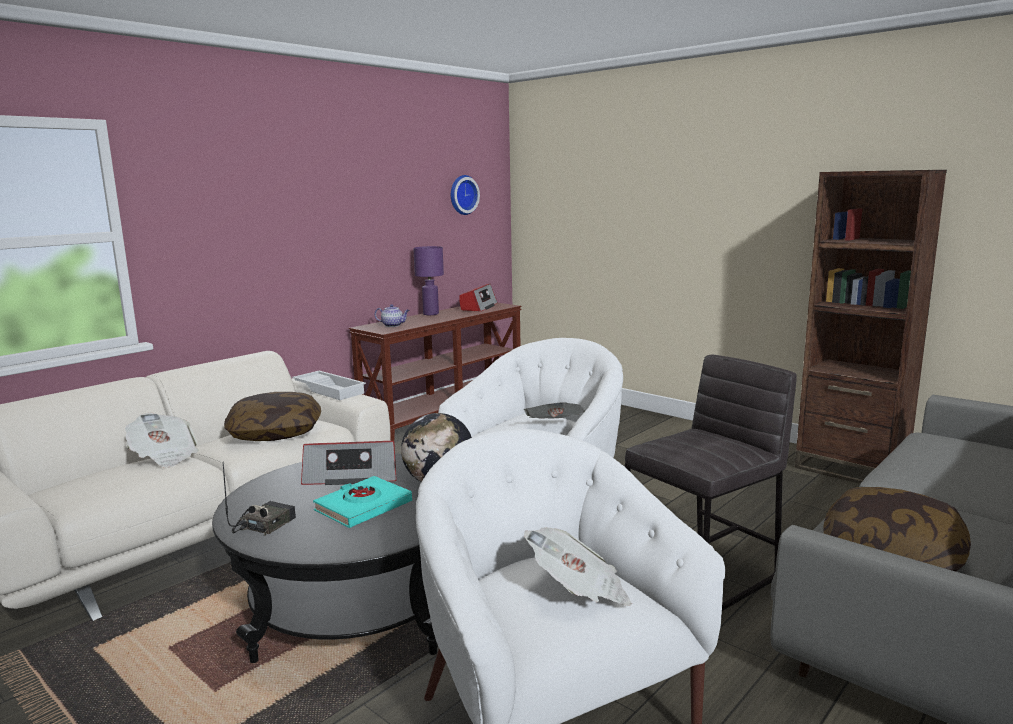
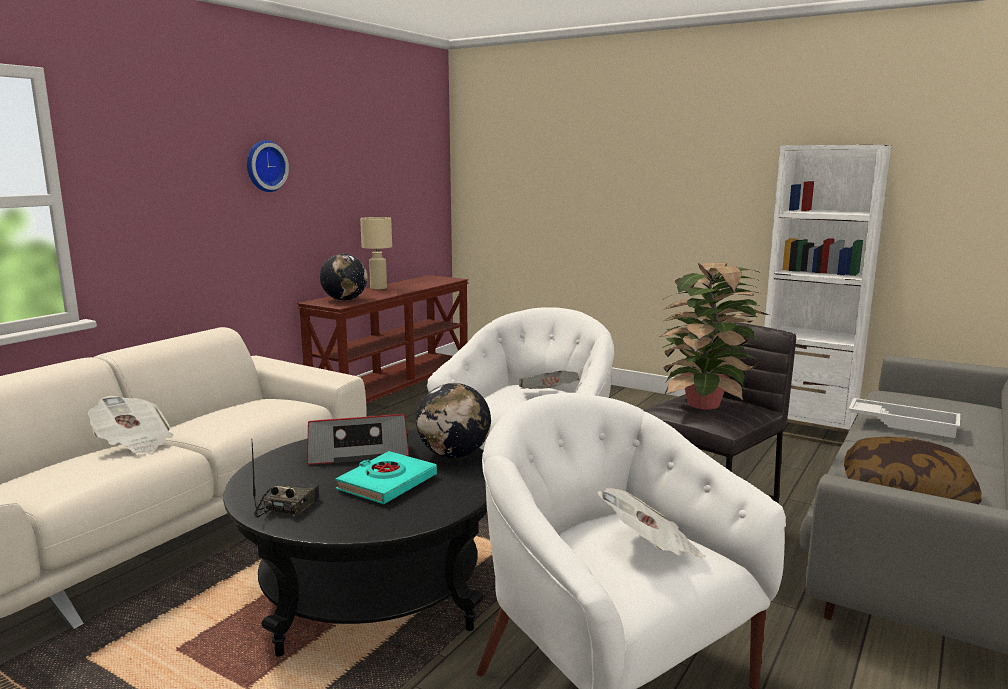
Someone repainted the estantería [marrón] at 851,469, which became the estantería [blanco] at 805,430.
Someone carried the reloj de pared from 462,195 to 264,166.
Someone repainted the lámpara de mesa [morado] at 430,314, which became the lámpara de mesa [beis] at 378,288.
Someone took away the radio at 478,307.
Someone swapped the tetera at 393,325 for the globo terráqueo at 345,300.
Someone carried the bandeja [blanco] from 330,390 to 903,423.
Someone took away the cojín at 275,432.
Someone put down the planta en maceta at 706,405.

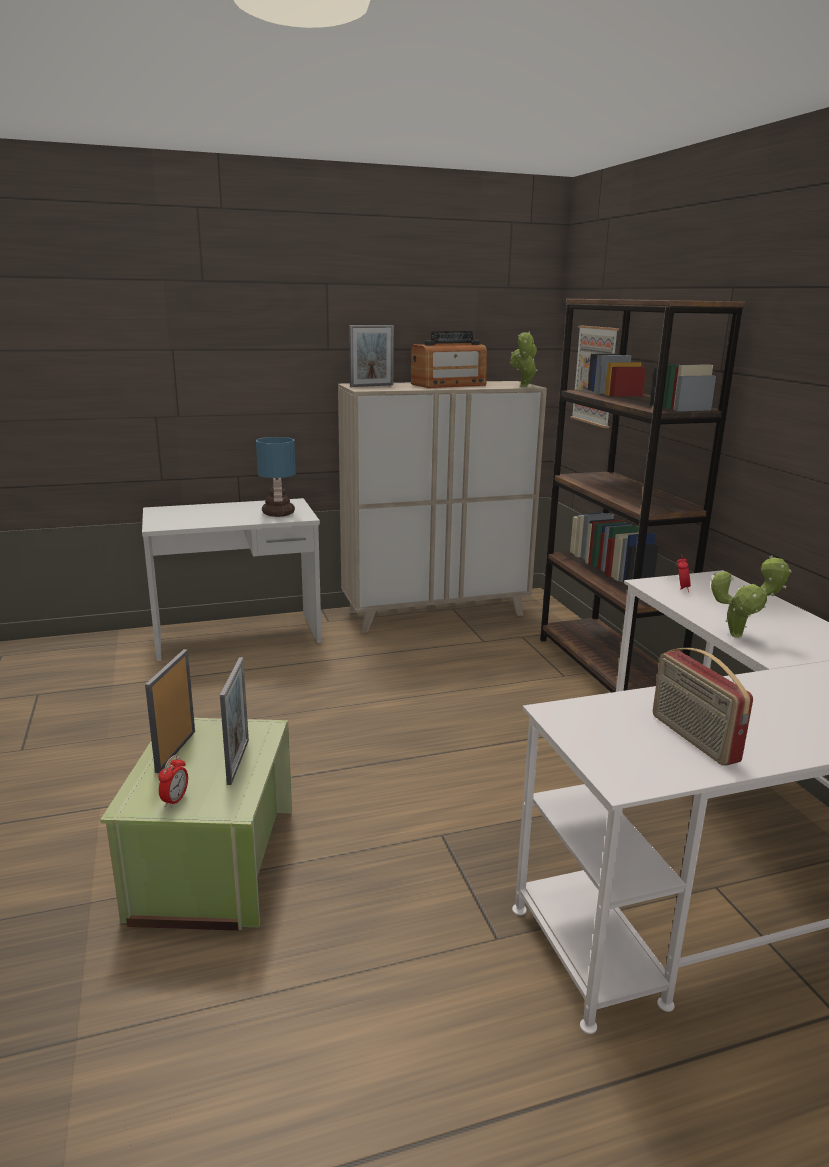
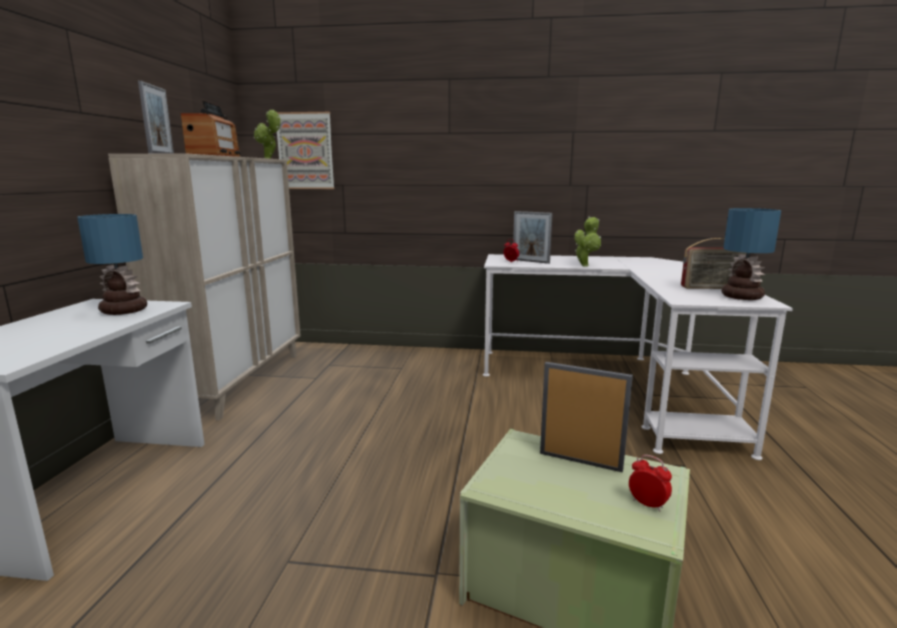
Someone took away the estantería [marrón] at 606,668.
Someone carried the portarretratos from 176,751 to 530,261.
Someone put down the lámpara de mesa at 740,296.

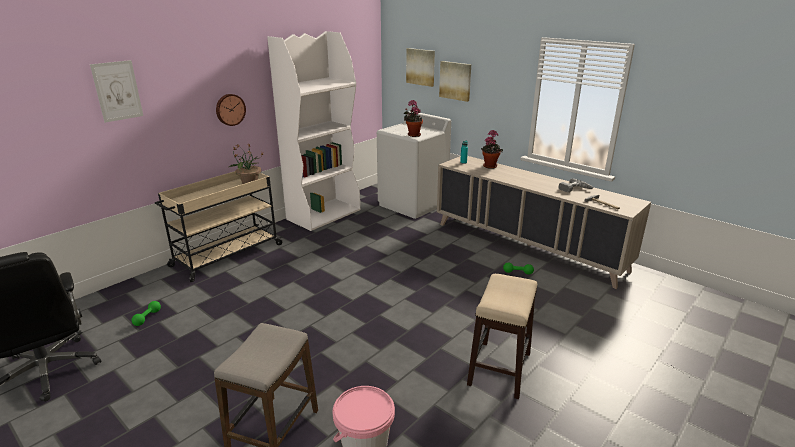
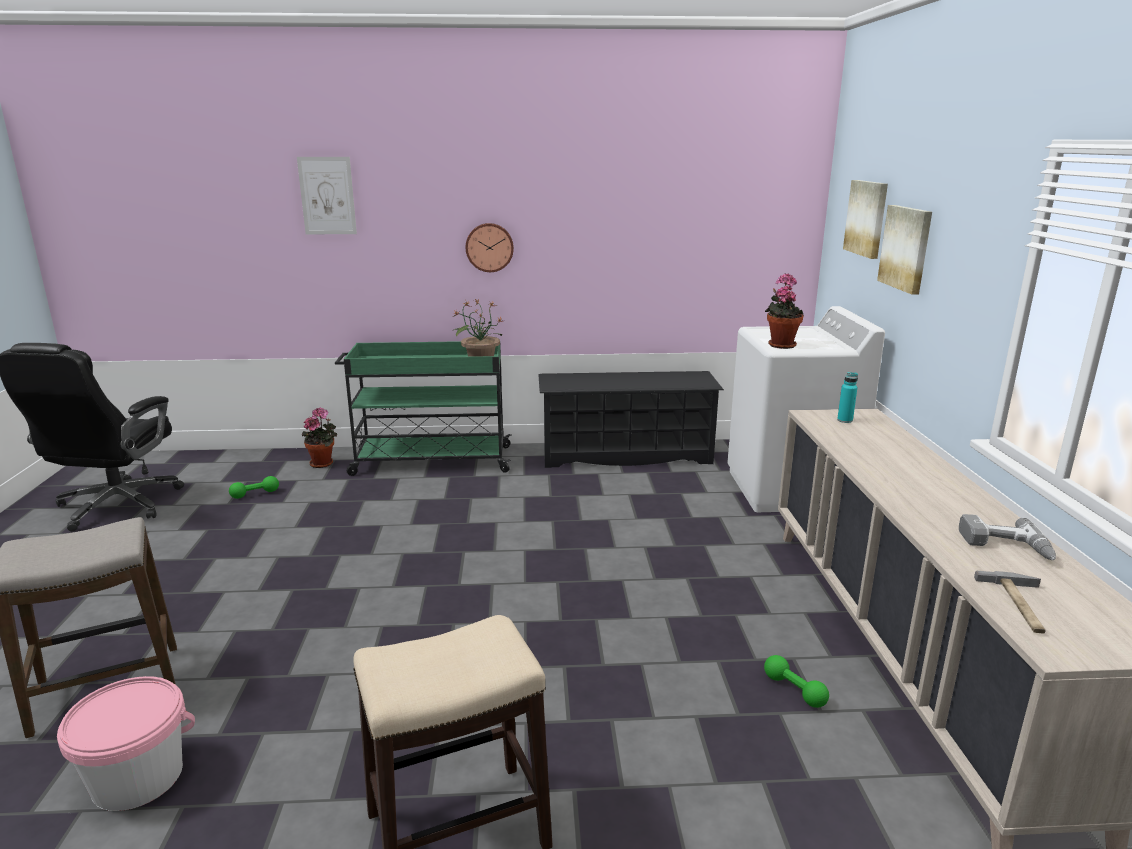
Someone swapped the estantería [blanco] at 324,214 for the zapatero [negro] at 626,455.
Someone carried the planta en maceta from 490,166 to 323,463.
Someone repainted the carrito [beis] at 226,255, which became the carrito [verde] at 430,461.

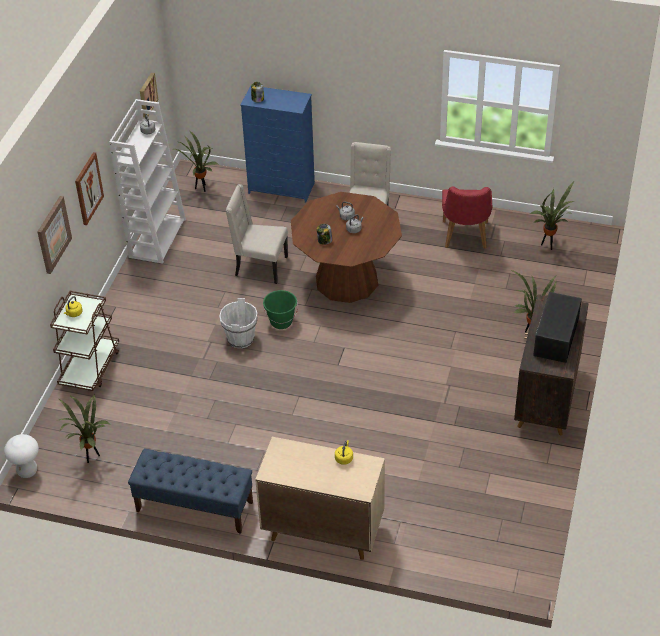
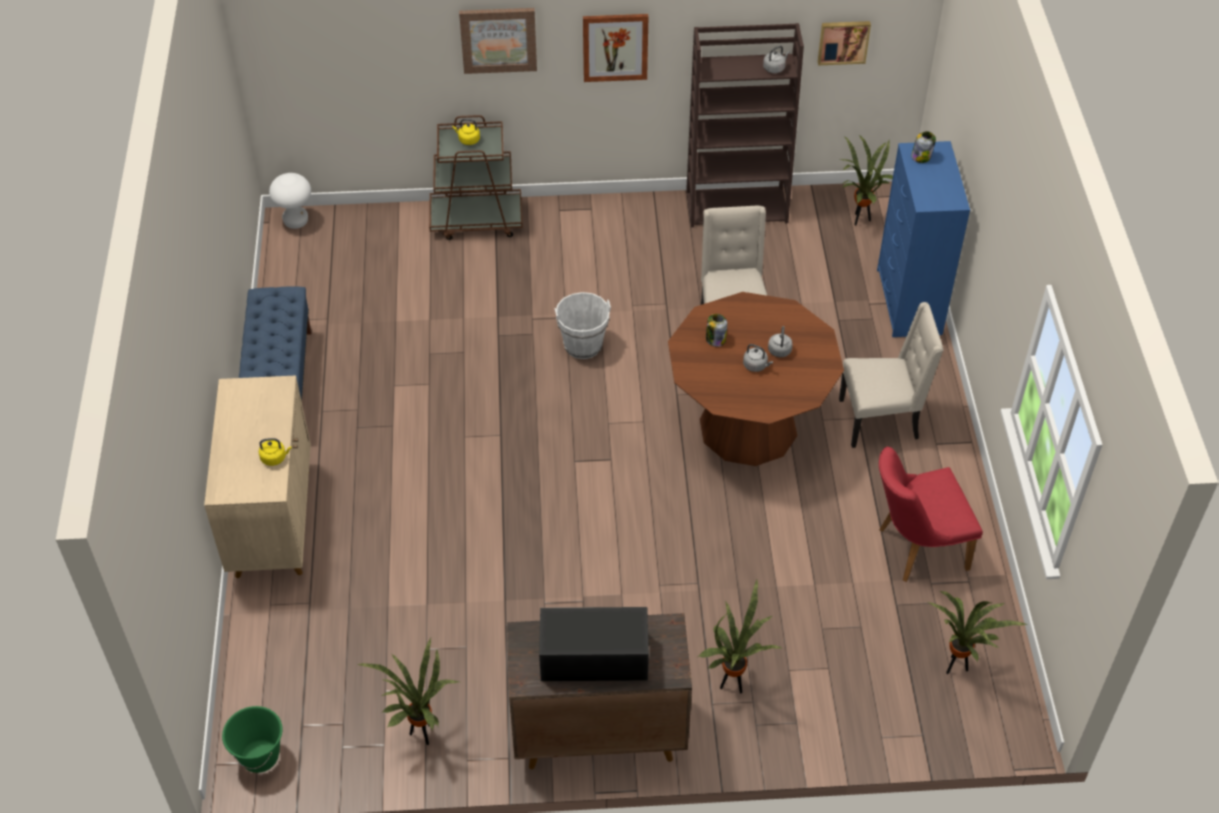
Someone repainted the estantería [blanco] at 157,237, which became the estantería [marrón] at 737,206.
Someone carried the cubo [verde] from 281,322 to 260,756.
Someone carried the planta en maceta from 90,457 to 421,733.

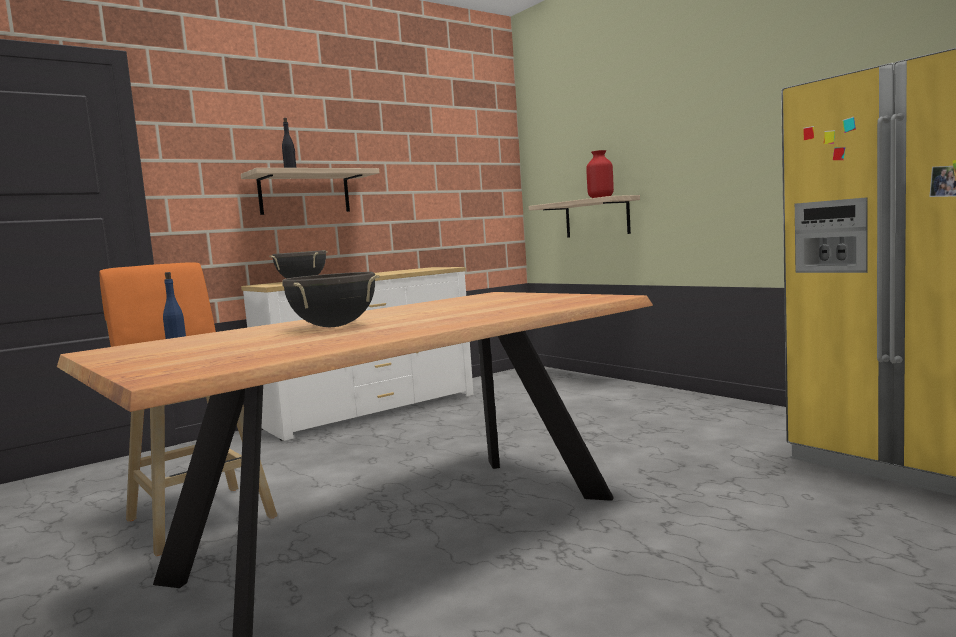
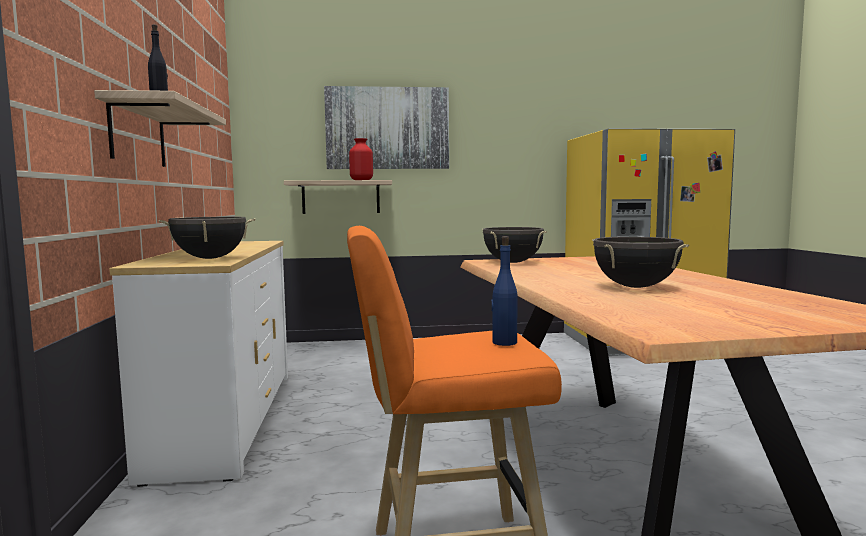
Someone put up the cuadro at 387,128.
Someone put down the olla [negro] at 513,262.

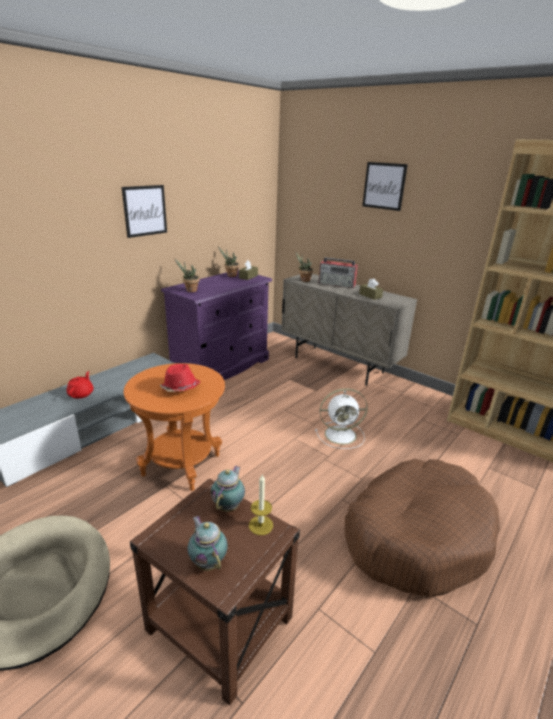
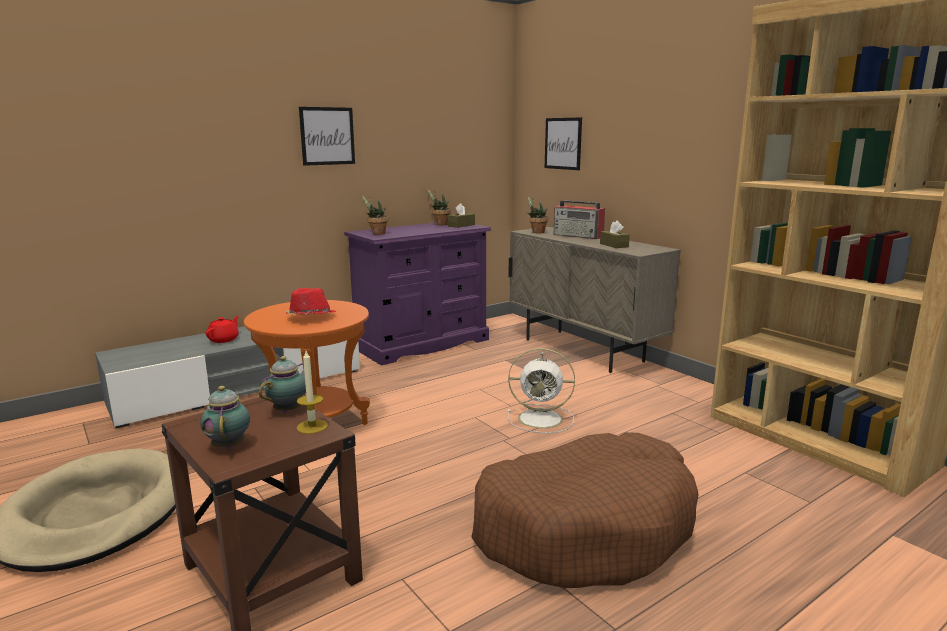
Someone carried the cuadro from 384,186 to 563,143.

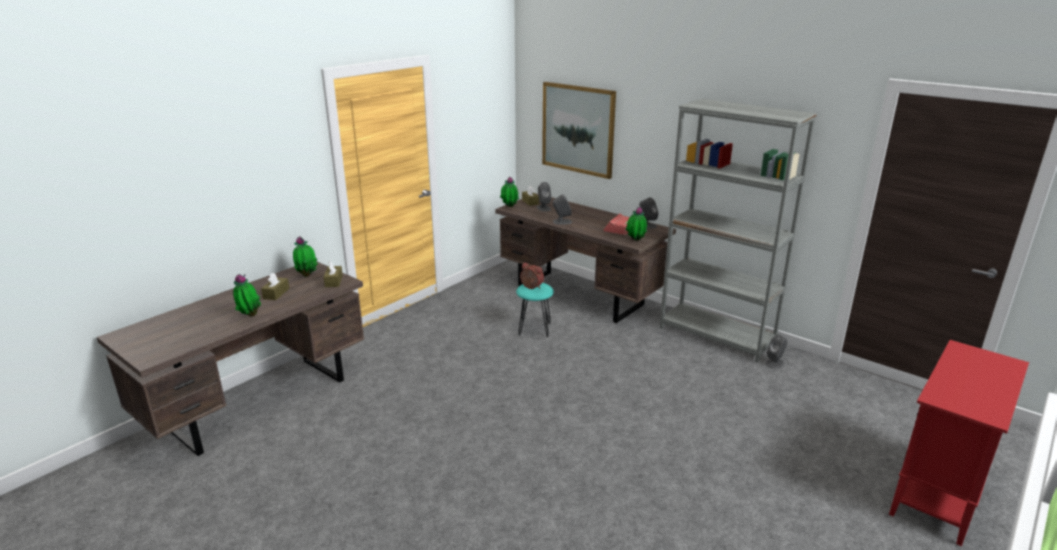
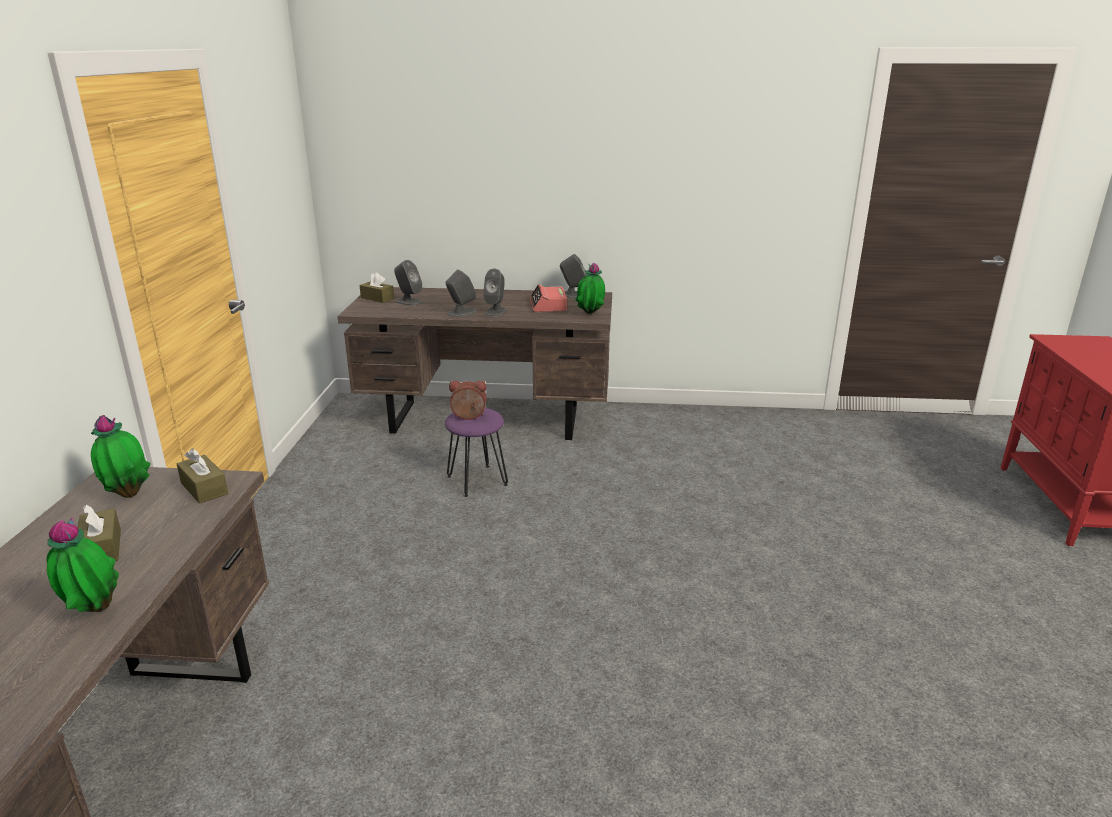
Someone took away the cuadro at 578,129.
Someone took away the estantería [gris] at 716,336.
Someone took away the planta en maceta at 509,207.
Someone repainted the taburete [turquesa] at 534,328, which became the taburete [morado] at 476,481.
Someone carried the altavoz [gris] from 775,363 to 495,312.

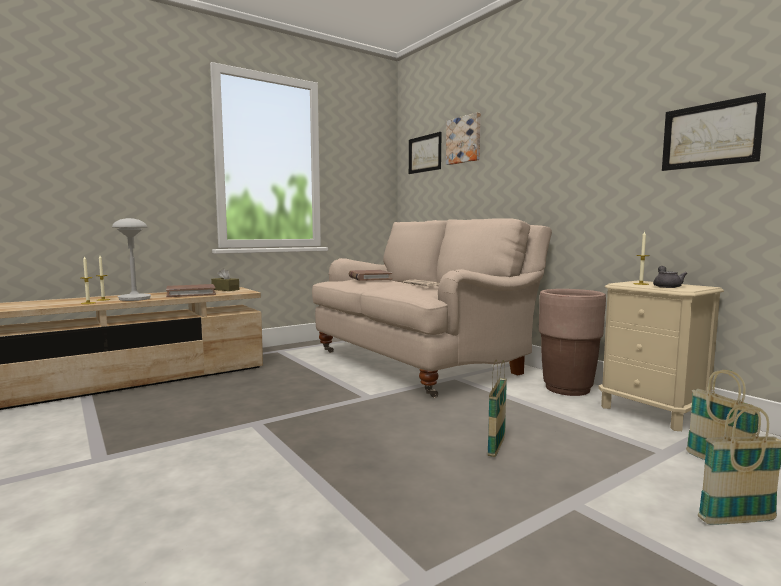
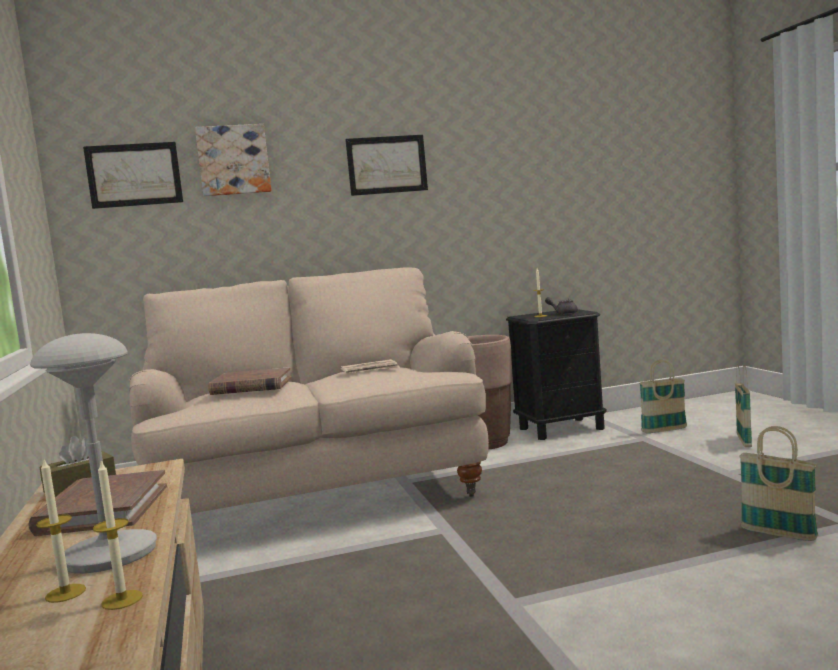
Someone carried the cuadro from 710,135 to 387,165.
Someone repainted the mesita de noche [beis] at 652,412, which became the mesita de noche [negro] at 561,428.
Someone carried the cesta from 496,446 to 778,534.

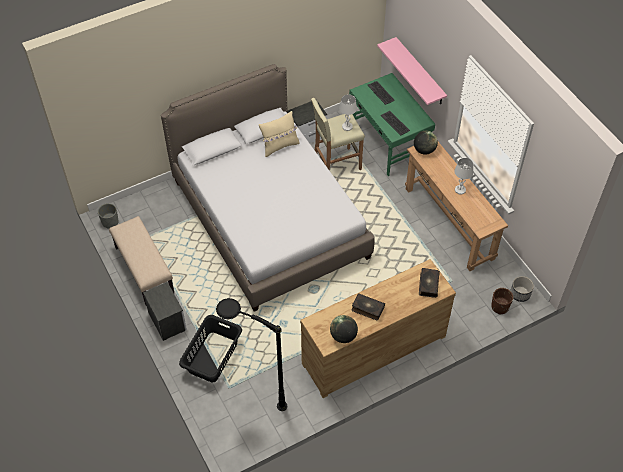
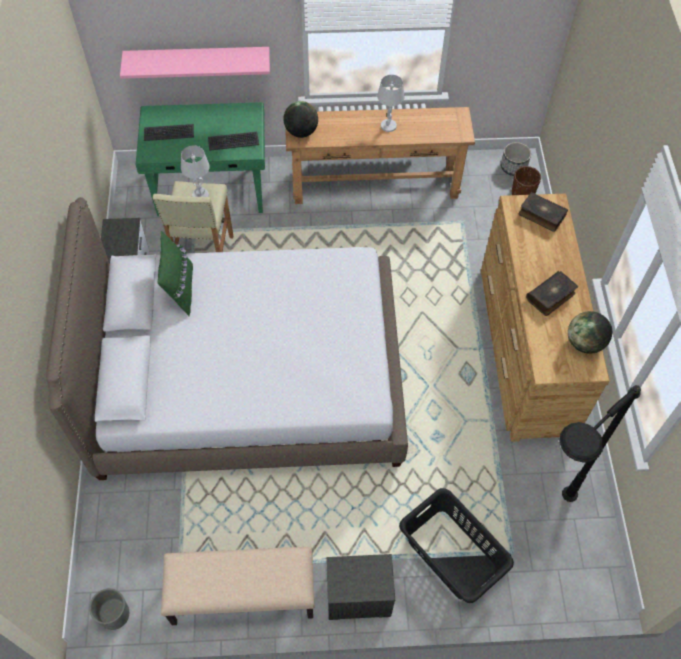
Someone repainted the cojín [beis] at 279,146, which became the cojín [verde] at 180,290.

